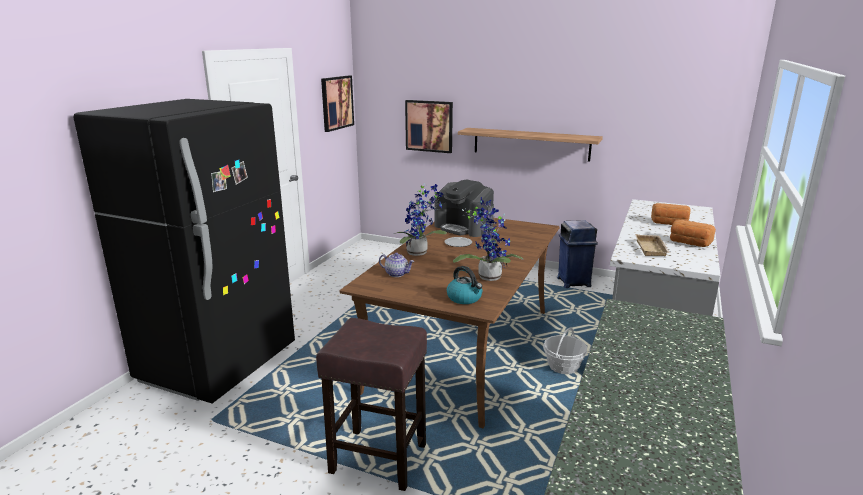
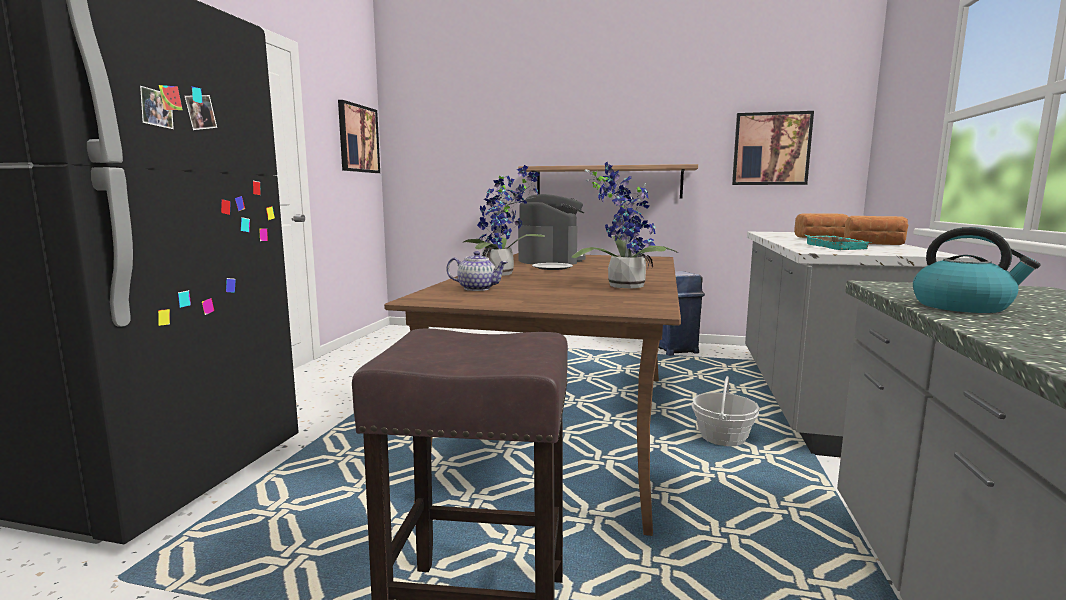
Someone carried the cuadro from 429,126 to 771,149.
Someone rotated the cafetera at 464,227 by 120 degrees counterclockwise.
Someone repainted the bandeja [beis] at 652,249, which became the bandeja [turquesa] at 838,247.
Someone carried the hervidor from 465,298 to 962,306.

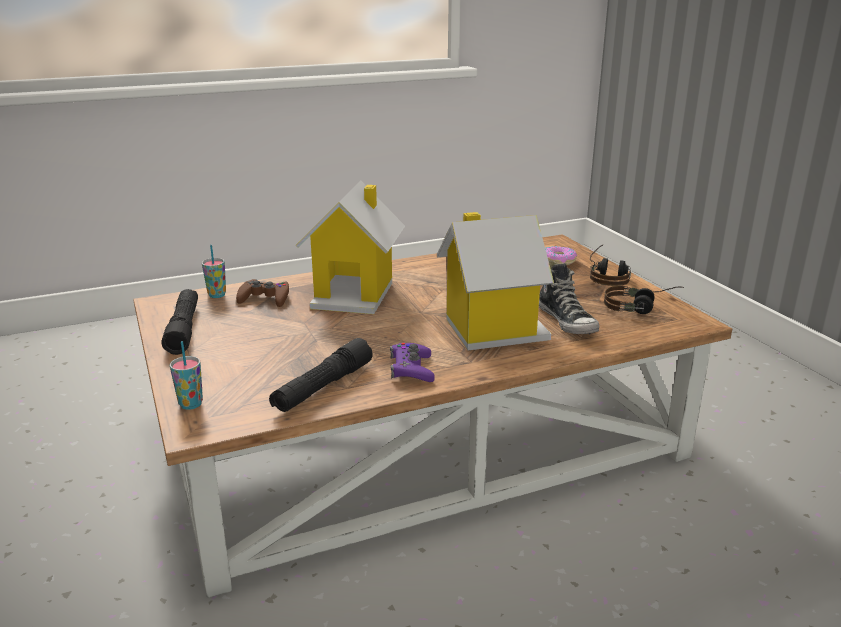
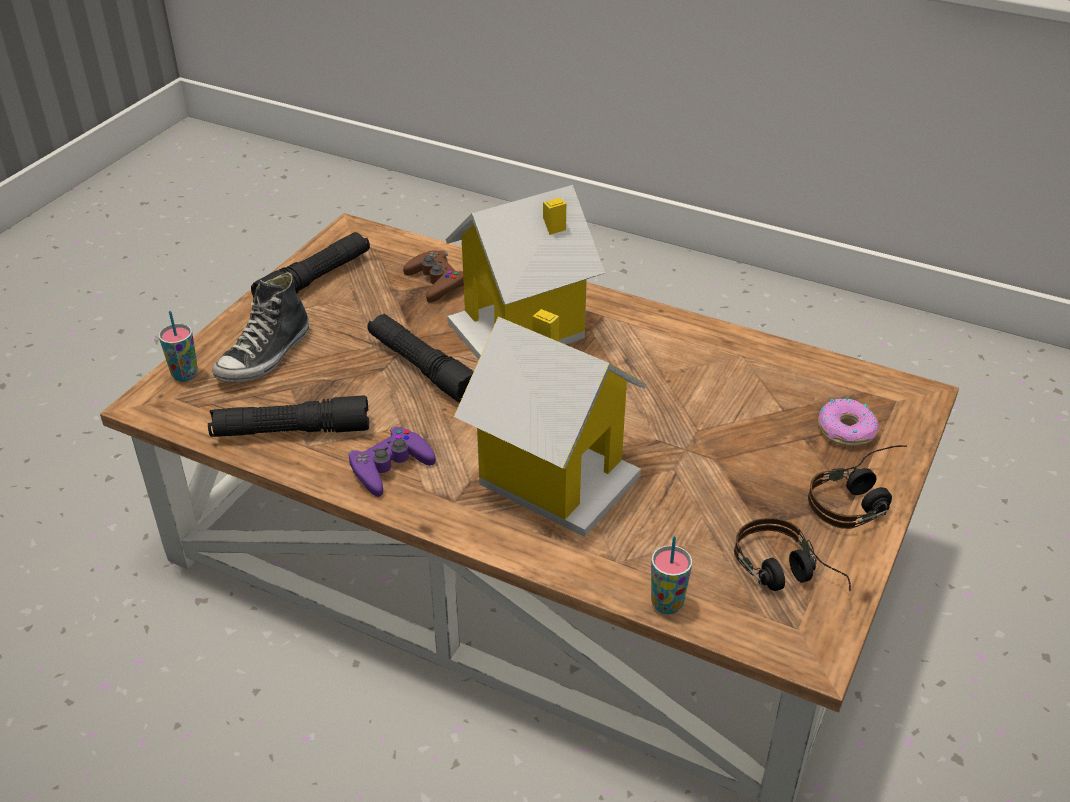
Someone carried the taza from 217,295 to 667,604.
Someone carried the zapato from 567,321 to 265,356.
Someone put down the linterna [negro] at 422,368.

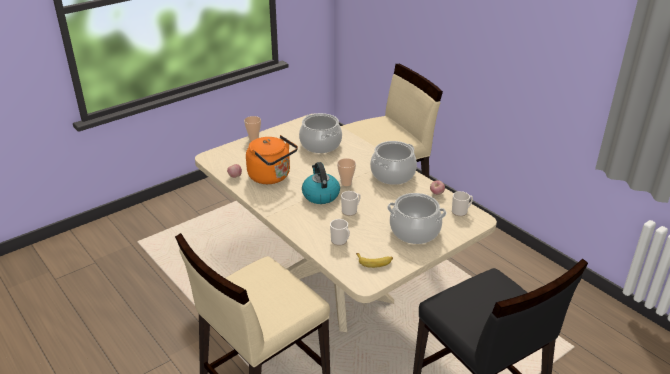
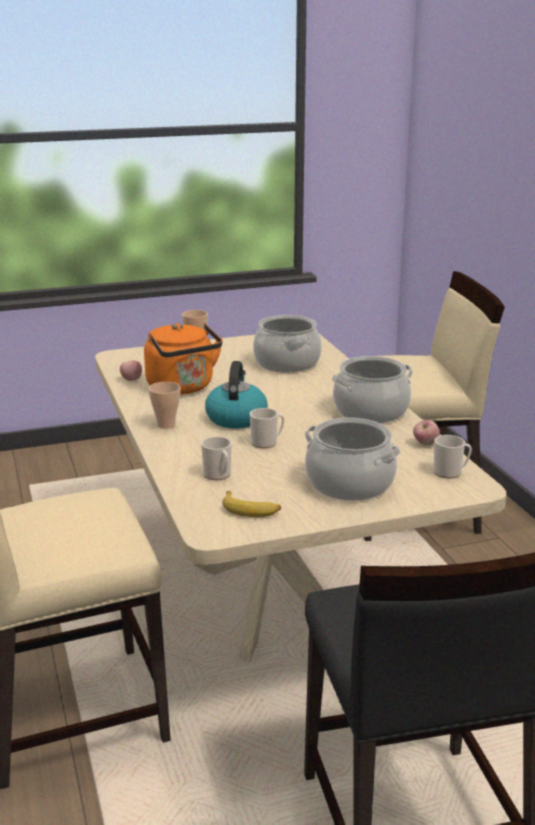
Someone carried the taza from 346,183 to 166,425.

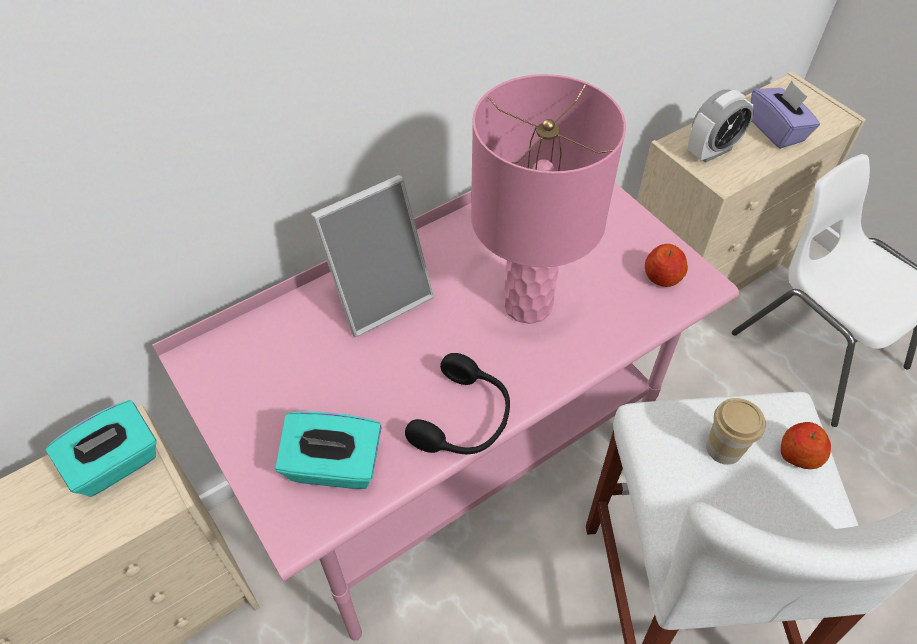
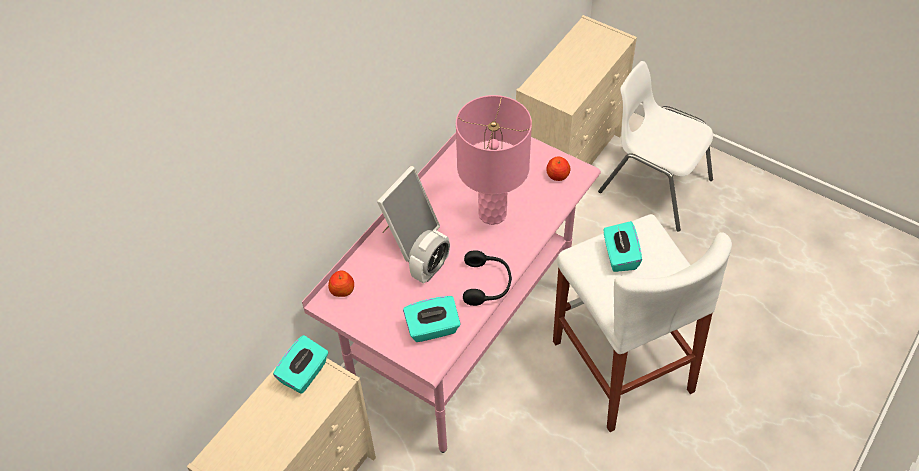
Someone took away the caja de pañuelos [morado] at 777,130.
Someone carried the despertador from 712,151 to 430,269.
Someone swapped the taza at 724,448 for the caja de pañuelos [turquesa] at 620,256.
Someone carried the manzana from 799,454 to 342,290.

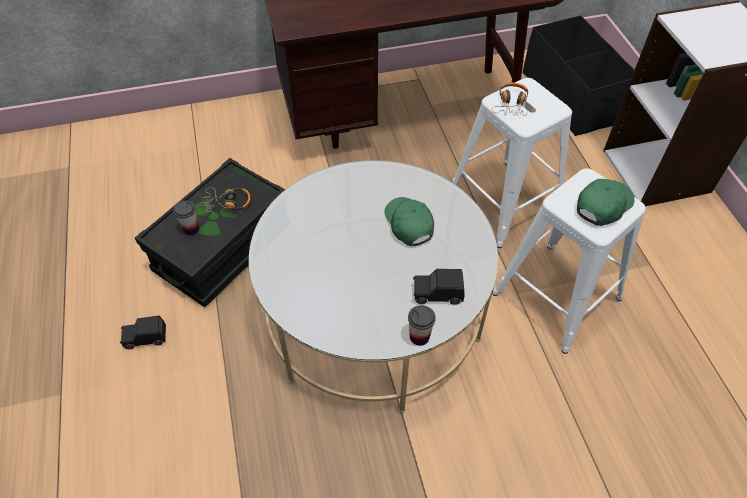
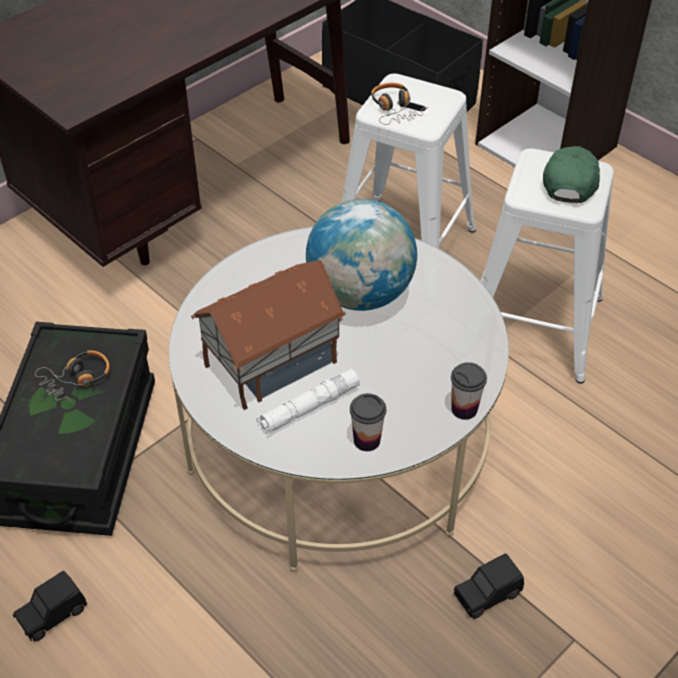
Someone swapped the gorra [verde] at 409,224 for the globo terráqueo at 360,294.
Someone carried the taza from 191,229 to 367,440.
Someone carried the coche de juguete [negro] from 437,294 to 486,595.
Someone put down the casita at 270,363.
Someone put down the linterna [blanco] at 309,407.

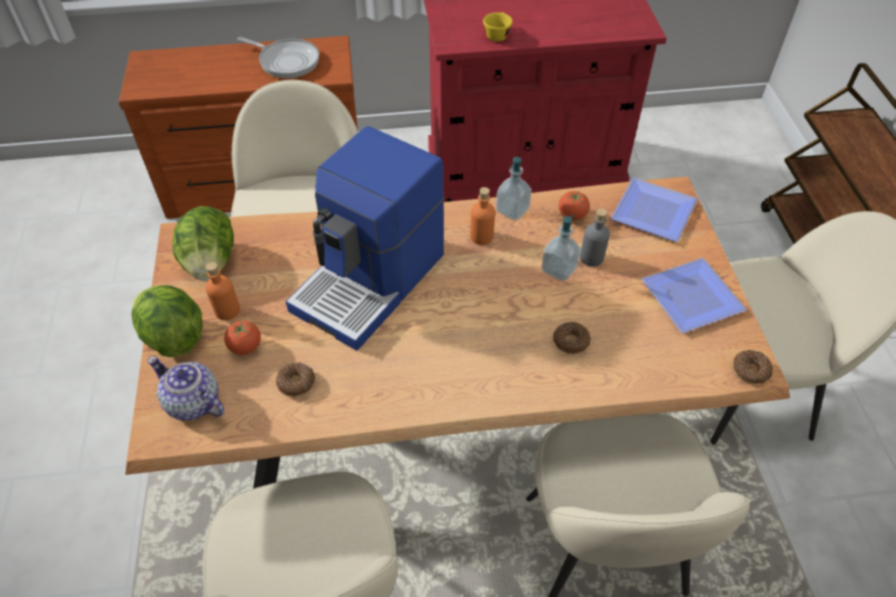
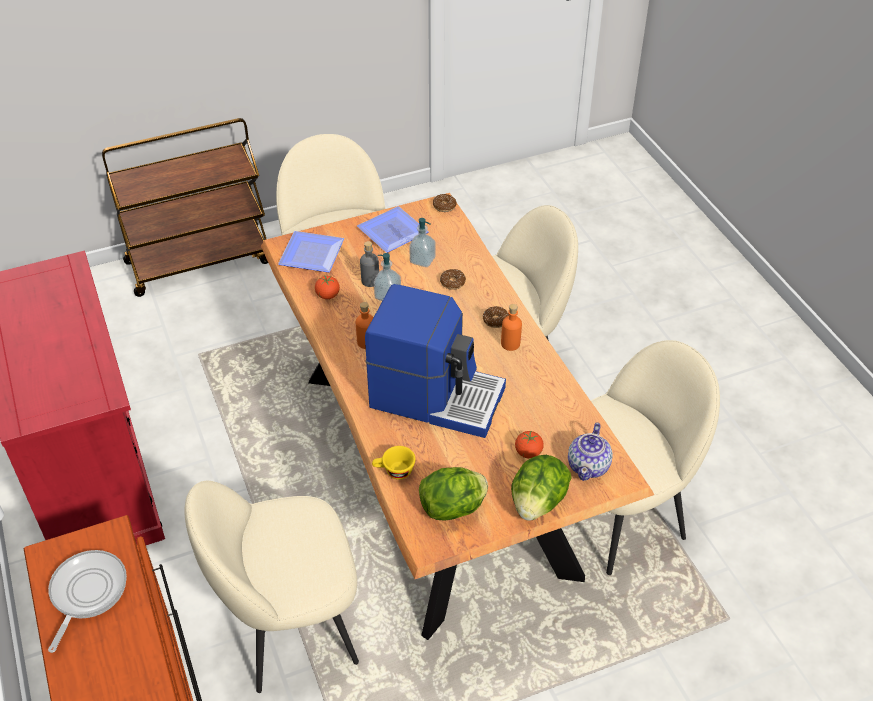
Someone carried the taza [amarillo] from 497,34 to 394,472.
Someone carried the dispensador de jabón from 512,210 to 422,260.
Someone carried the botella [naranja] from 227,310 to 510,344.
Someone carried the rosquilla from 296,383 to 495,320.

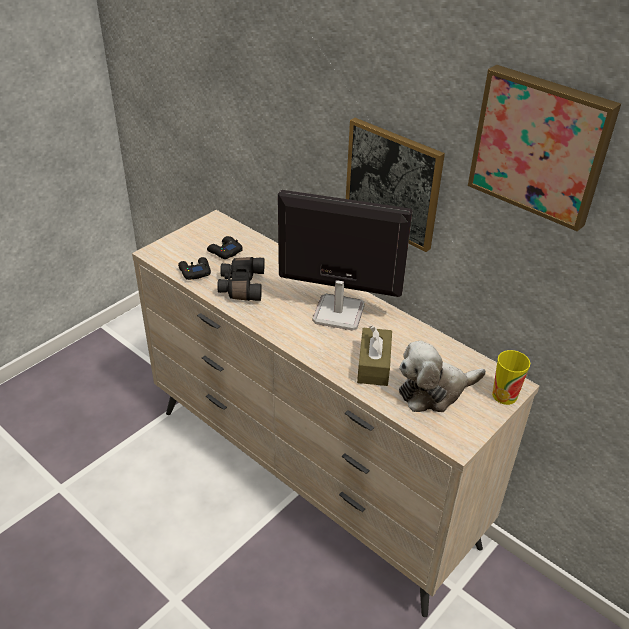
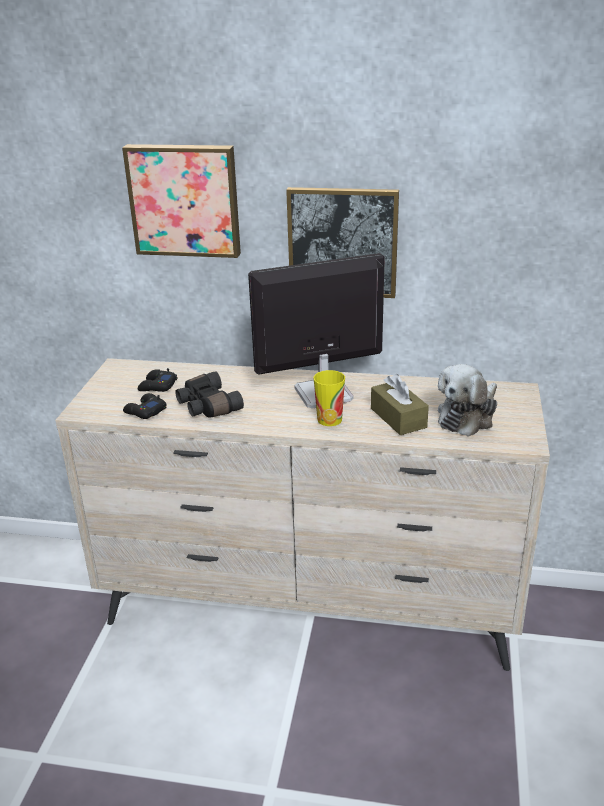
Someone carried the cuadro from 541,145 to 185,200.
Someone carried the taza from 504,395 to 329,419.

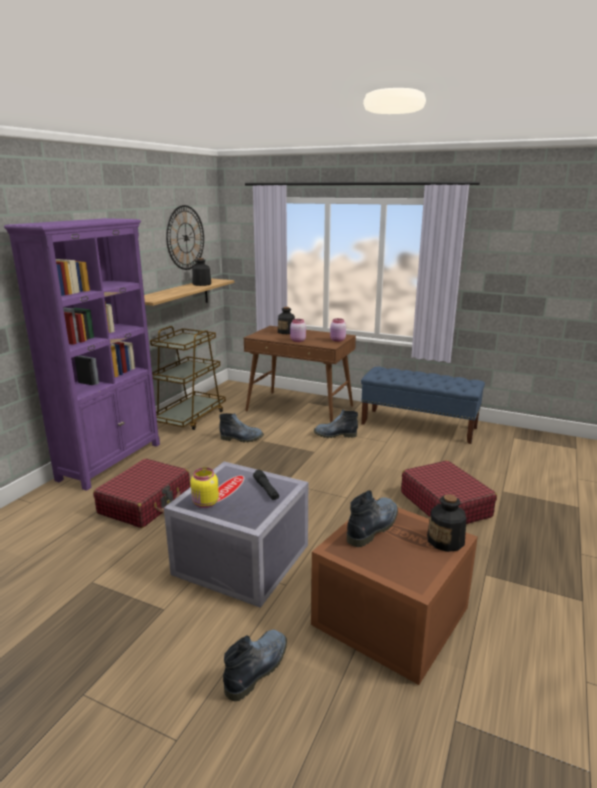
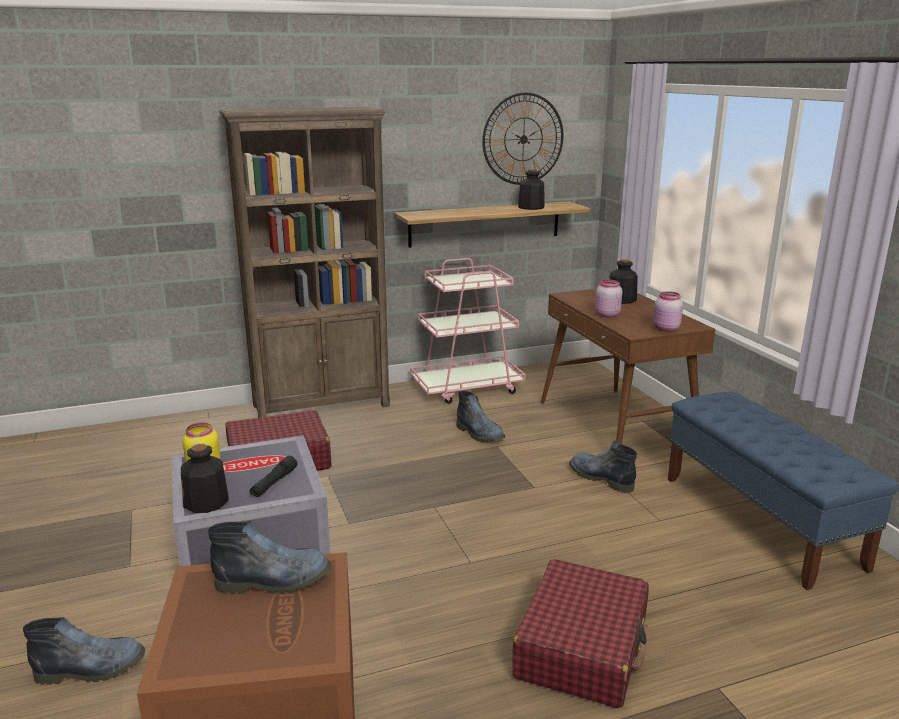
Someone repainted the estantería [morado] at 111,461, which became the estantería [marrón] at 322,405.
Someone repainted the carrito [marrón] at 190,417, which became the carrito [rosa] at 467,388.
Someone carried the botella from 446,541 to 206,502.

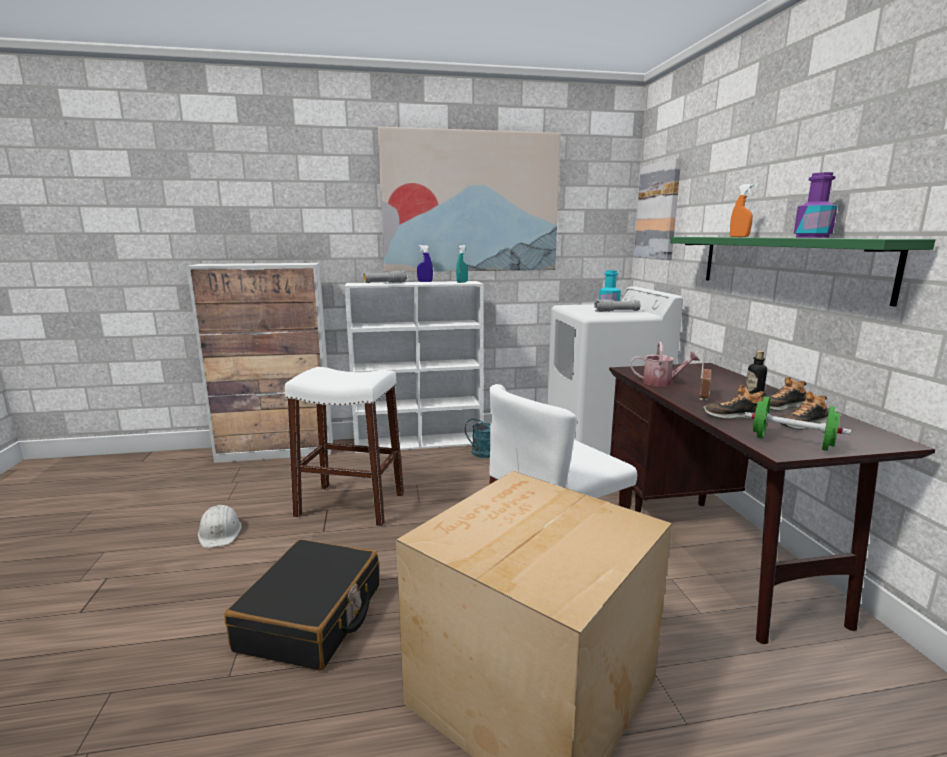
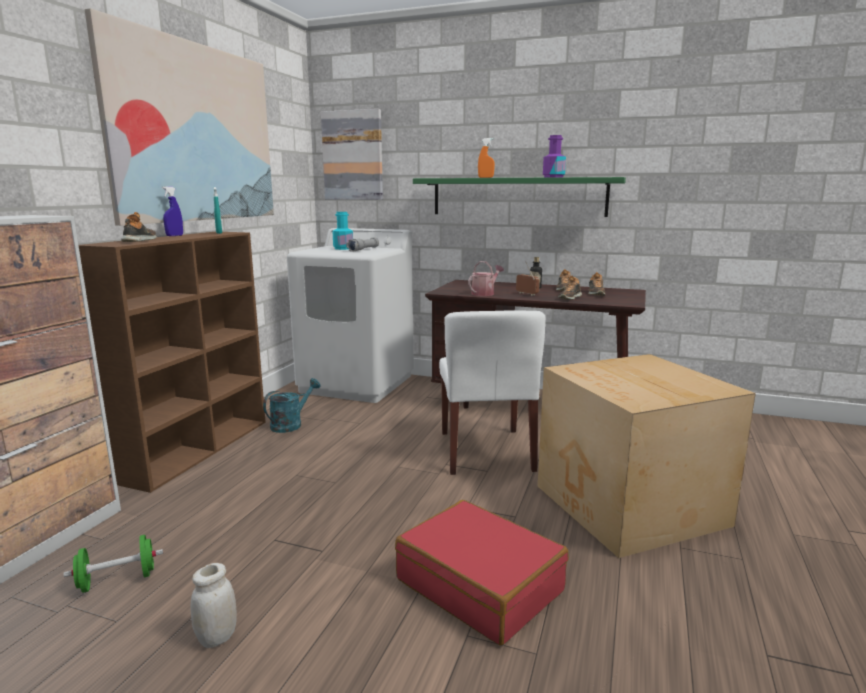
Someone swapped the linterna [gris] at 385,283 for the zapato at 140,240.
Someone repainted the estantería [blanco] at 420,442, which became the estantería [marrón] at 199,449.
Someone took away the taburete [blanco] at 351,505.
Someone carried the mancuerna [verde] from 791,443 to 118,580.
Someone swapped the casco [blanco] at 220,532 for the tarro [blanco] at 217,637.
Someone repainted the maleta [negro] at 312,617, which became the maleta [rojo] at 480,585.

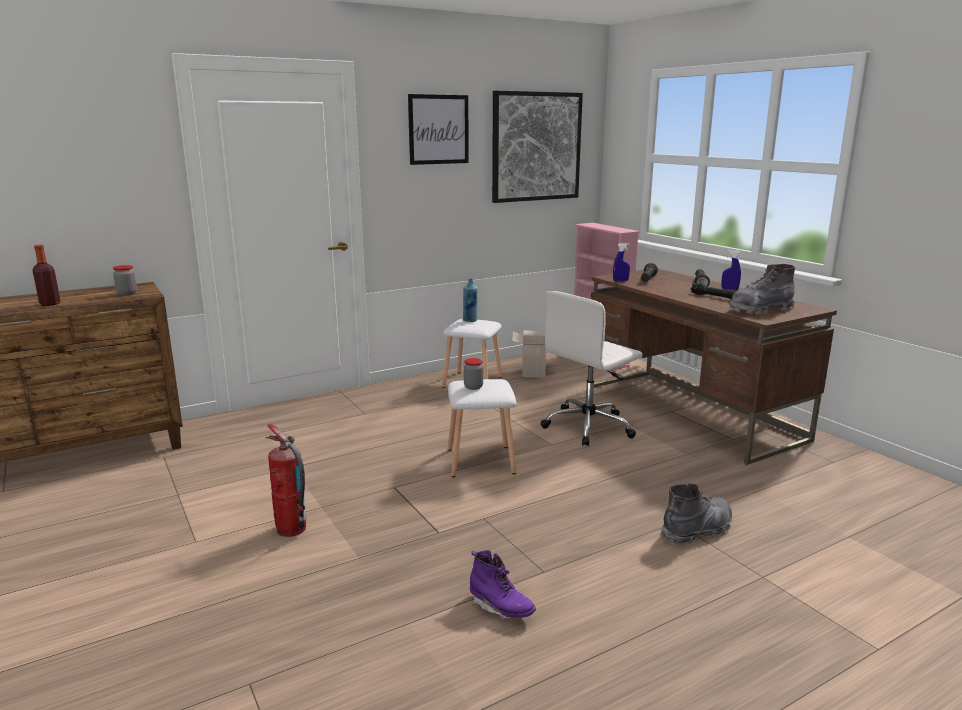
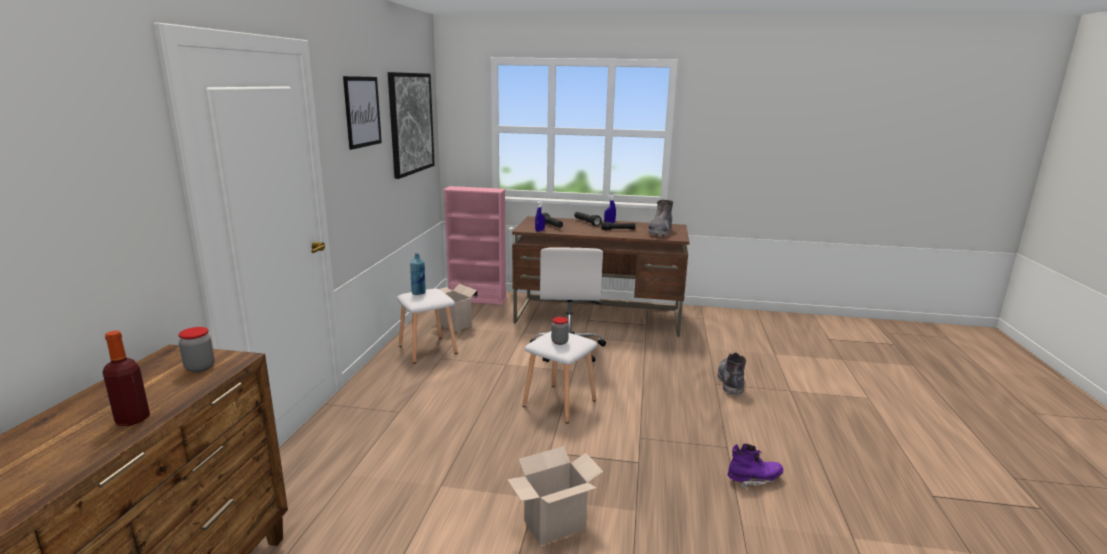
Someone swapped the extintor at 291,529 for the caja de cartón at 554,527.

